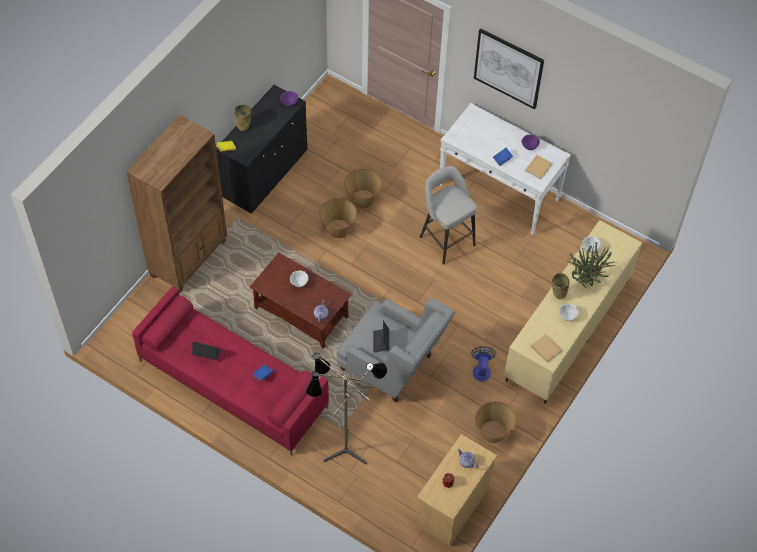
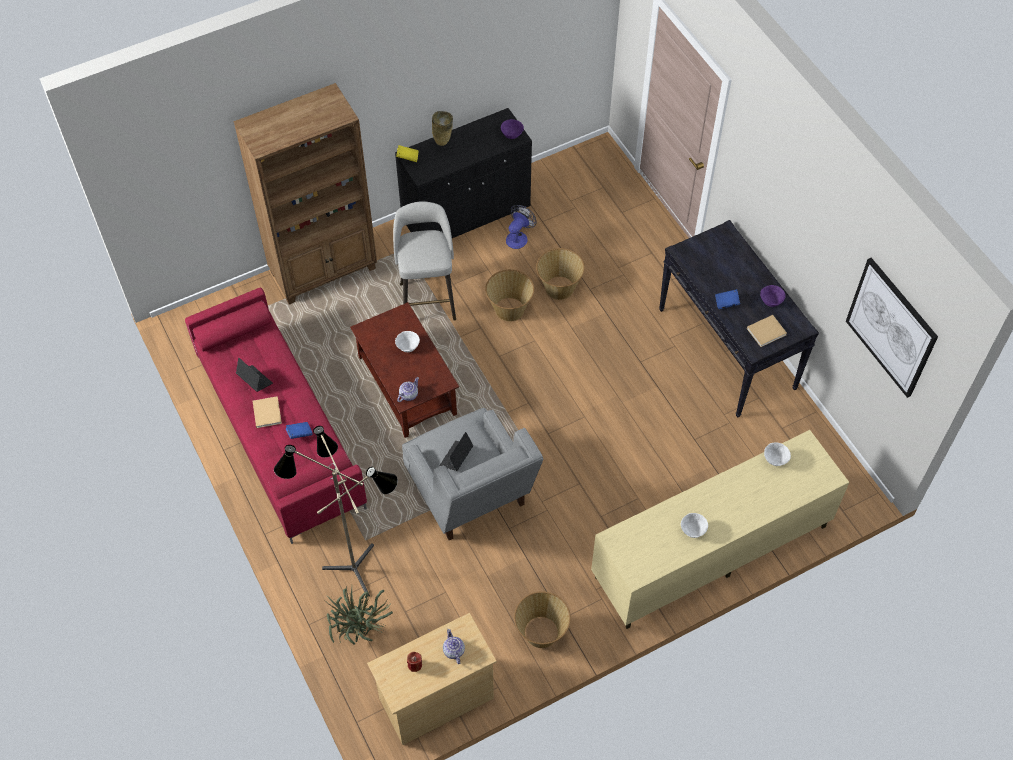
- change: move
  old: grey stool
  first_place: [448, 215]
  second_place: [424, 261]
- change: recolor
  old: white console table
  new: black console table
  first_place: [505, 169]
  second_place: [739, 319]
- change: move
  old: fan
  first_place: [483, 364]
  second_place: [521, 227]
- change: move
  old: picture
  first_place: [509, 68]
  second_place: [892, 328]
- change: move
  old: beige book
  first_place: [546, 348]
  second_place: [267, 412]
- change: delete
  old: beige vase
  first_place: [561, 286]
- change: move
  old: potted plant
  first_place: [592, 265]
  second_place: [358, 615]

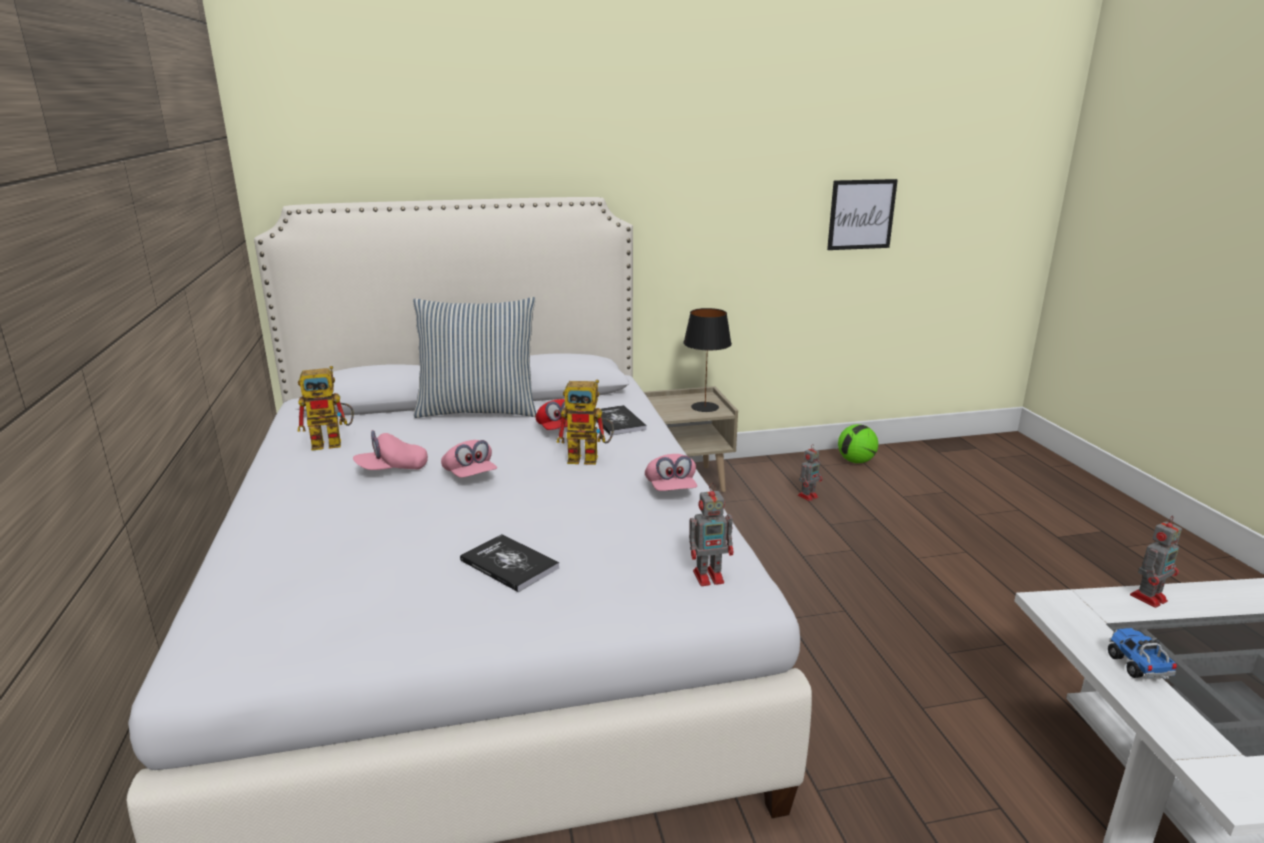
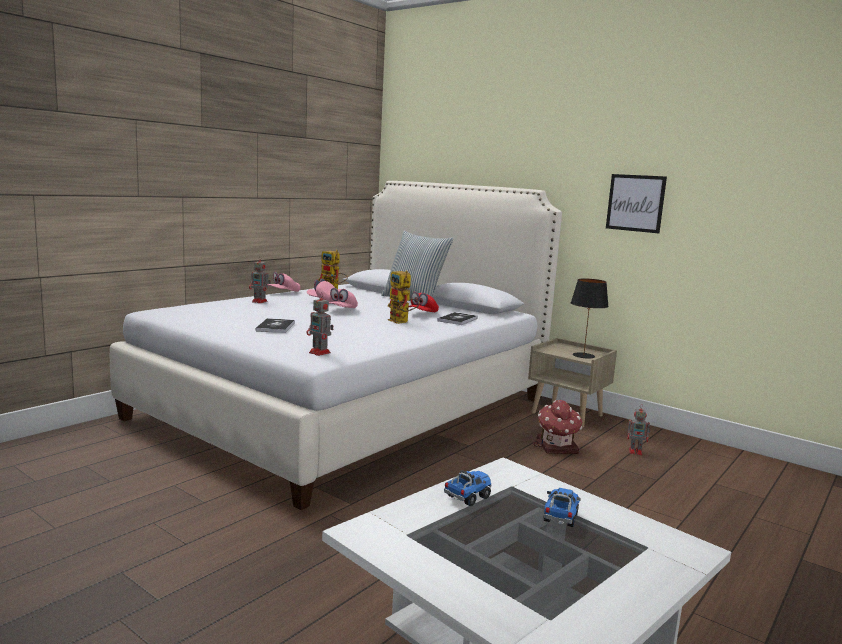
- change: move
  old: pink cap
  first_place: [671, 472]
  second_place: [284, 282]
- change: move
  old: picture
  first_place: [862, 214]
  second_place: [636, 203]
- change: delete
  old: football
  first_place: [858, 443]
- change: move
  old: toy robot
  first_place: [1156, 562]
  second_place: [260, 281]
- change: insert
  new: toy house
  second_place: [557, 427]
- change: insert
  new: toy truck
  second_place: [562, 507]

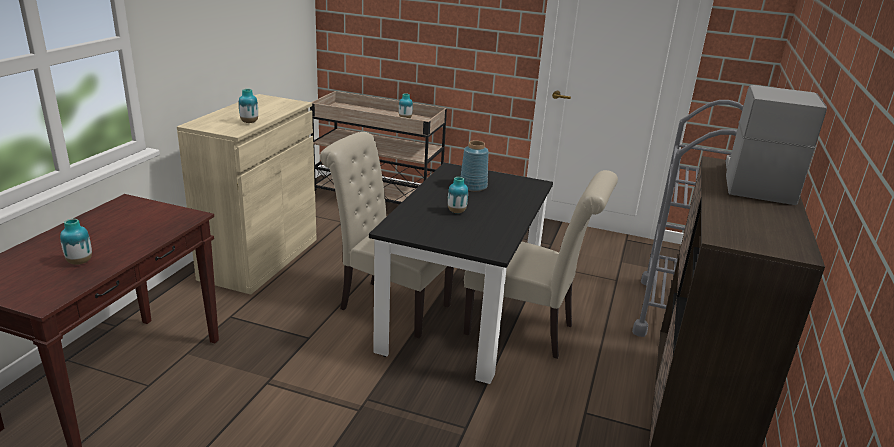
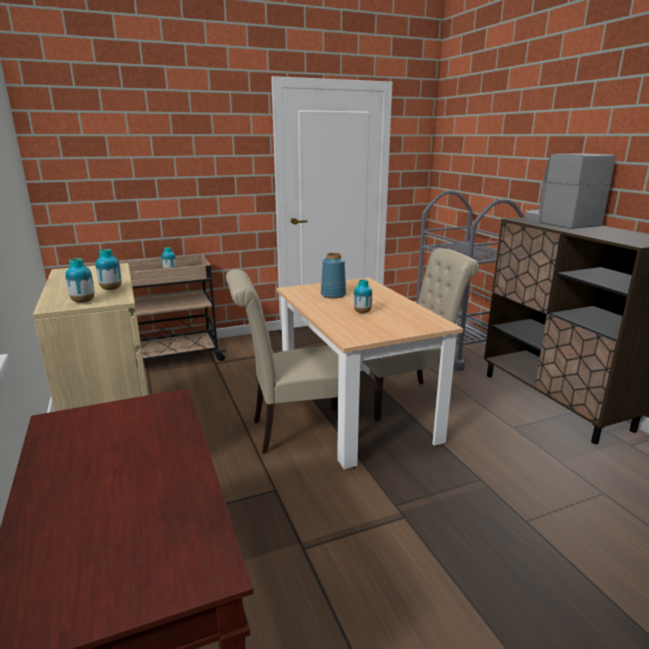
- change: move
  old: vase
  first_place: [76, 242]
  second_place: [80, 280]
- change: recolor
  old: black dining table
  new: beige dining table
  first_place: [461, 273]
  second_place: [369, 373]

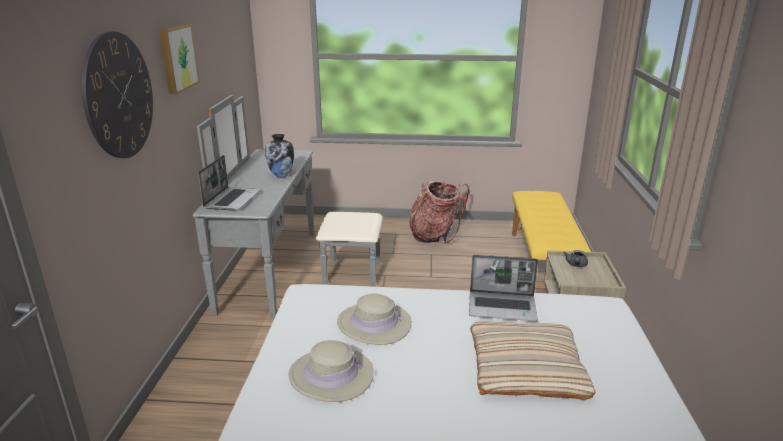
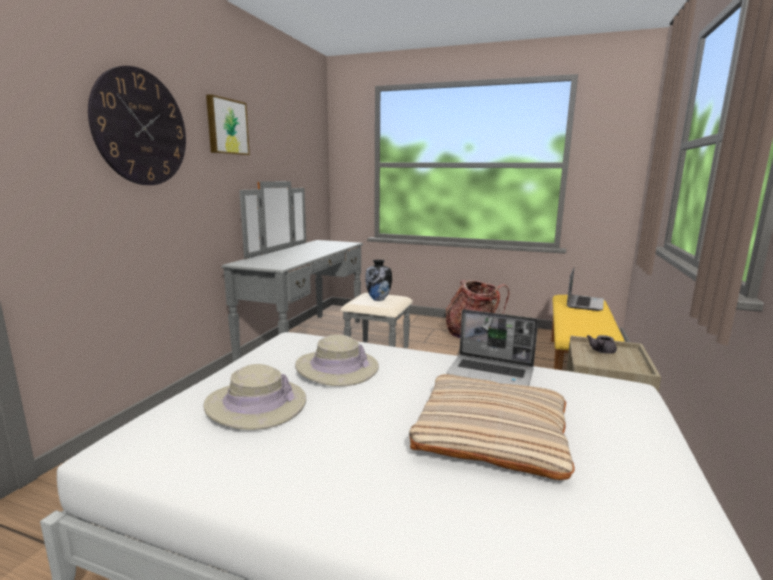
- change: move
  old: laptop
  first_place: [229, 183]
  second_place: [585, 289]
- change: move
  old: vase
  first_place: [279, 156]
  second_place: [378, 280]

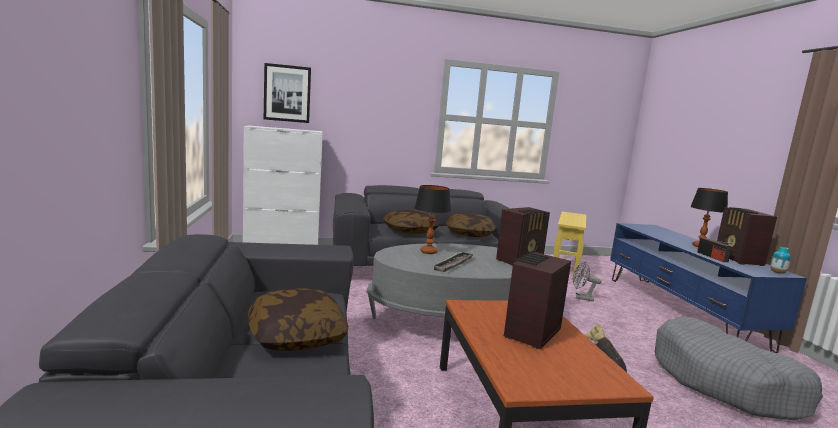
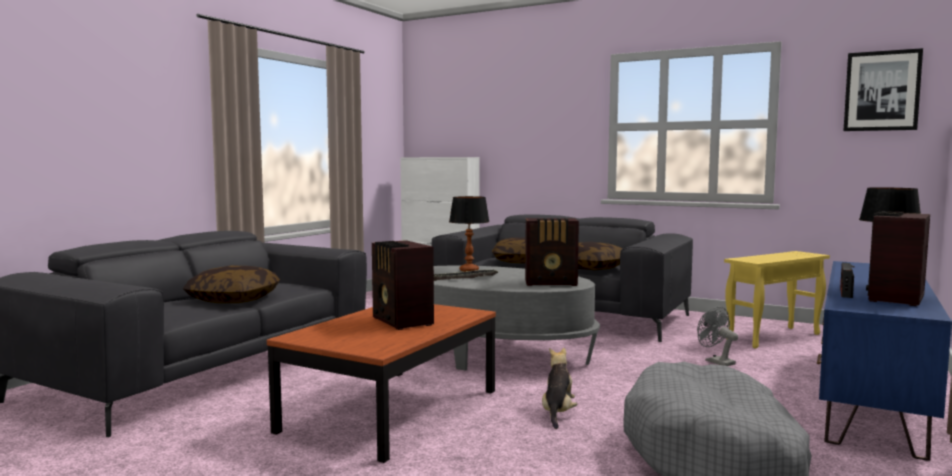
- change: move
  old: picture
  first_place: [287, 93]
  second_place: [883, 89]
- change: rotate
  old: radio
  first_place: [537, 300]
  second_place: [403, 285]
  degrees: -105
- change: delete
  old: vase
  first_place: [780, 260]

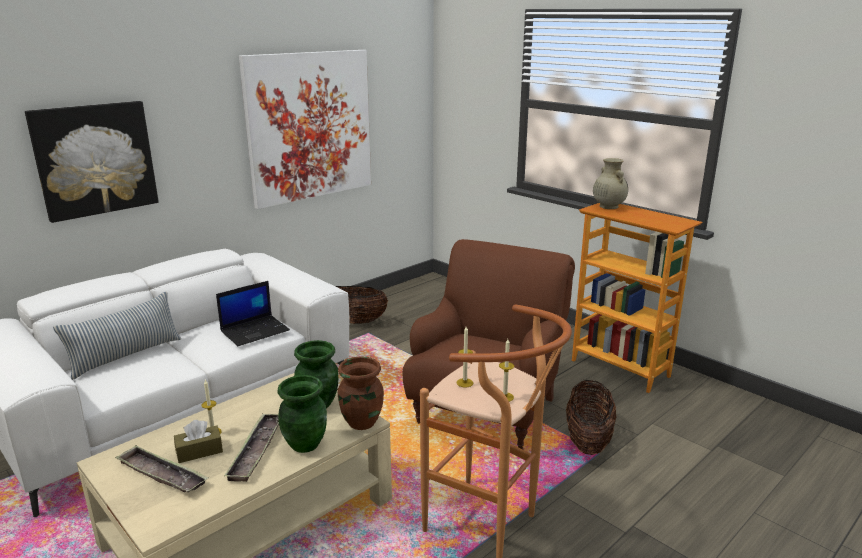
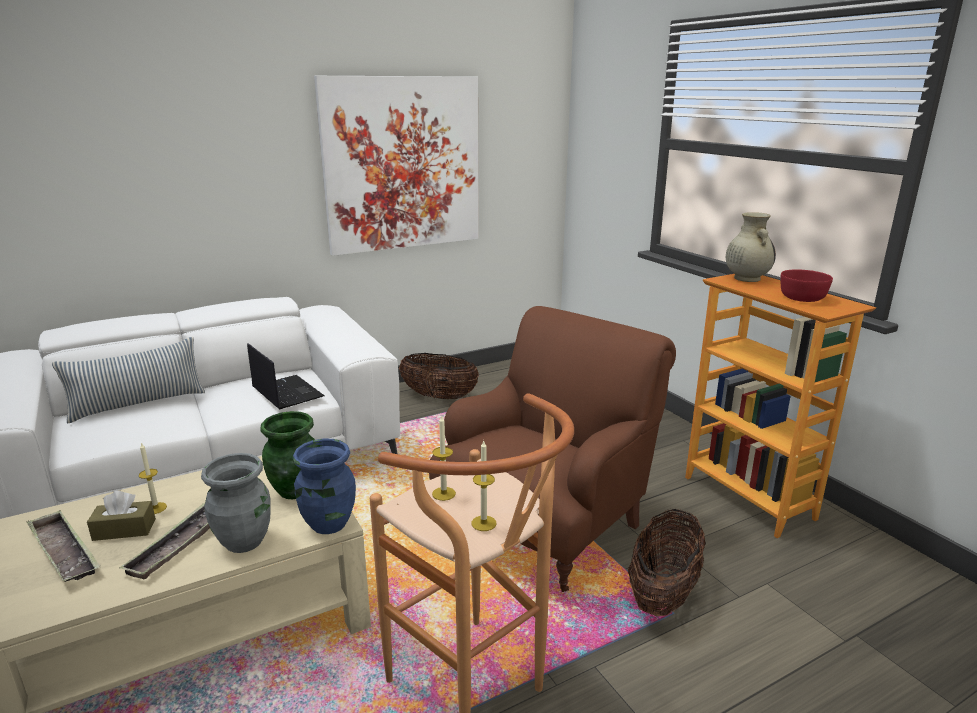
- change: delete
  old: picture
  first_place: [92, 162]
- change: rotate
  old: laptop
  first_place: [253, 313]
  second_place: [286, 376]
  degrees: -105
- change: recolor
  old: green vase
  new: grey vase
  first_place: [302, 414]
  second_place: [236, 503]
- change: recolor
  old: brown vase
  new: blue vase
  first_place: [360, 393]
  second_place: [324, 486]
- change: insert
  new: red bowl
  second_place: [807, 285]

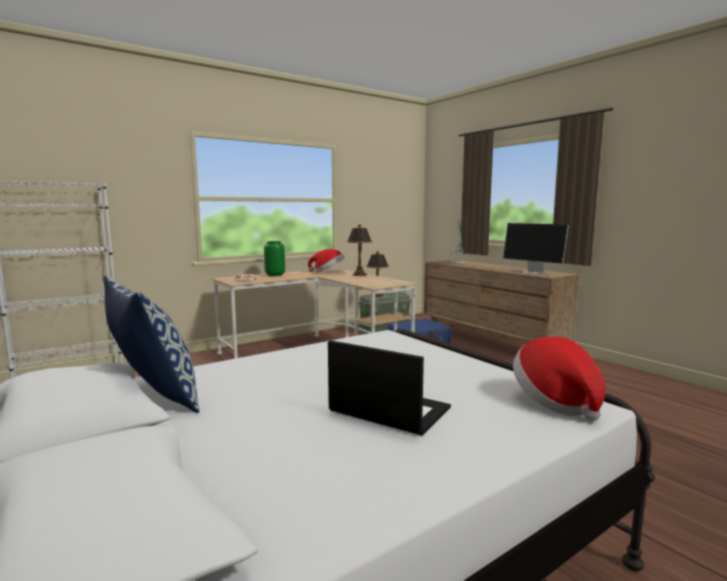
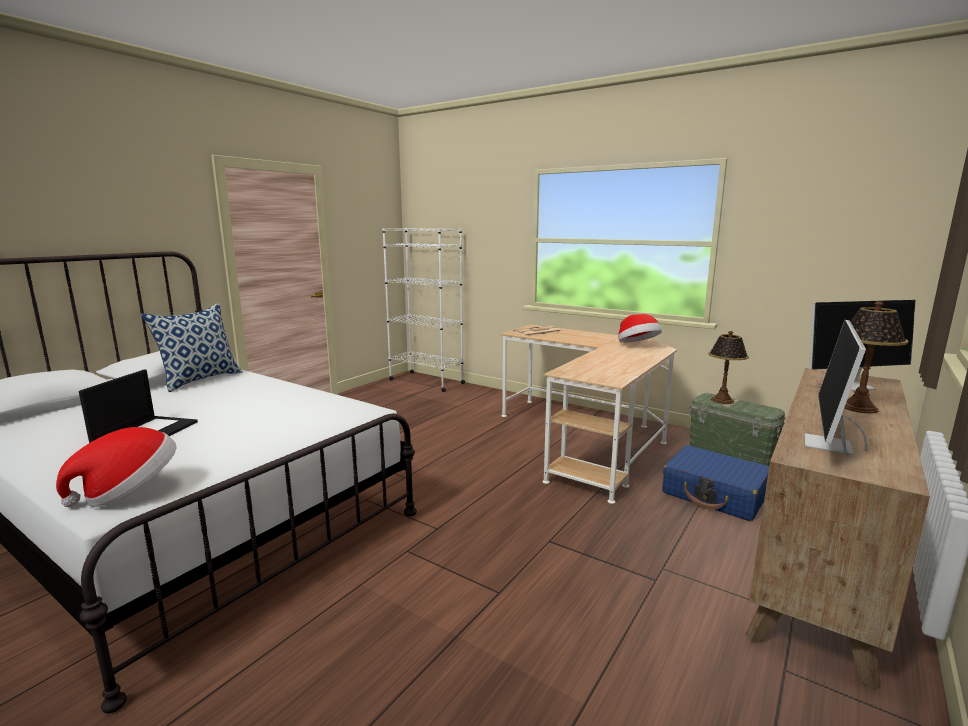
- change: delete
  old: green vase
  first_place: [274, 258]
- change: move
  old: table lamp
  first_place: [359, 250]
  second_place: [876, 357]

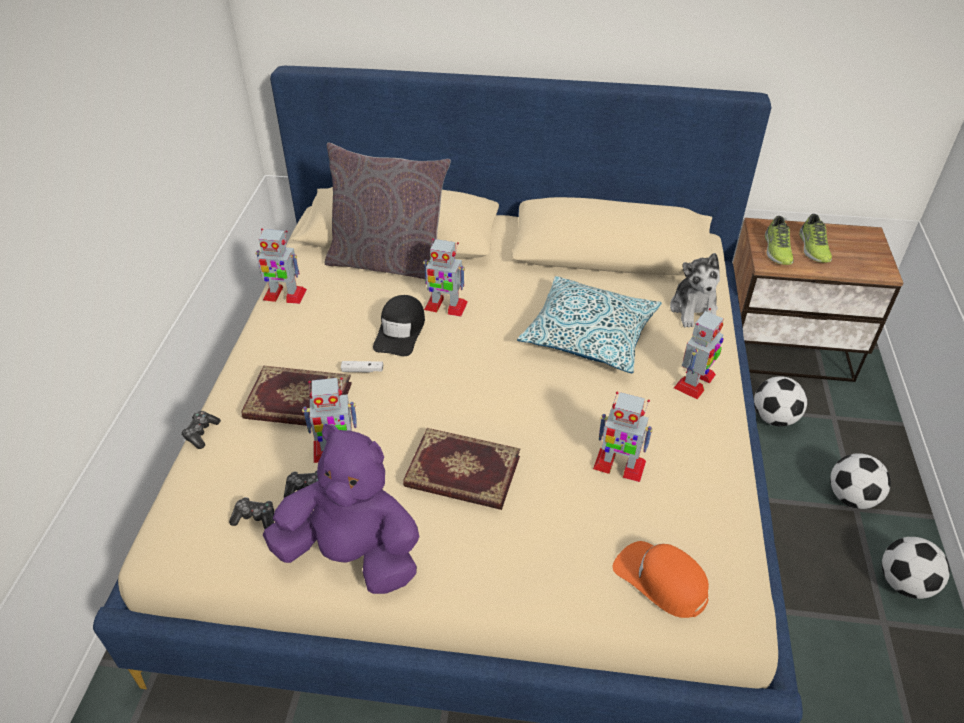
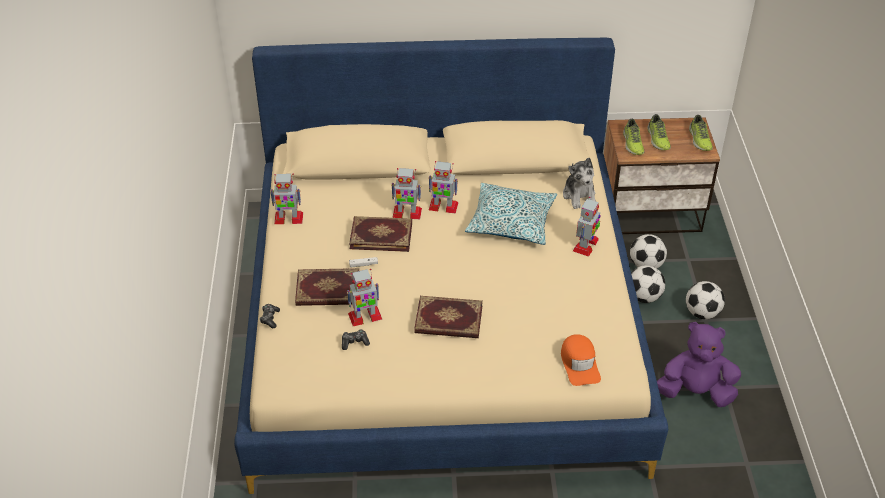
- change: delete
  old: game controller
  first_place: [251, 513]
- change: move
  old: purple plush toy
  first_place: [341, 509]
  second_place: [699, 364]
- change: delete
  old: grey pillow
  first_place: [387, 210]
- change: replace
  old: black cap
  new: book
  first_place: [399, 325]
  second_place: [380, 234]
- change: move
  old: toy robot
  first_place: [623, 437]
  second_place: [443, 187]
- change: rotate
  old: orange cap
  first_place: [661, 579]
  second_place: [581, 360]
  degrees: -135
- change: move
  old: football
  first_place: [916, 568]
  second_place: [648, 284]
- change: insert
  new: shoe
  second_place: [701, 133]

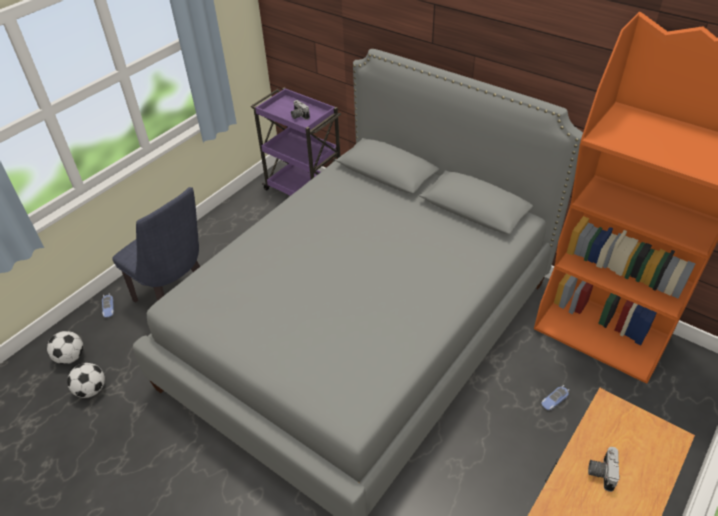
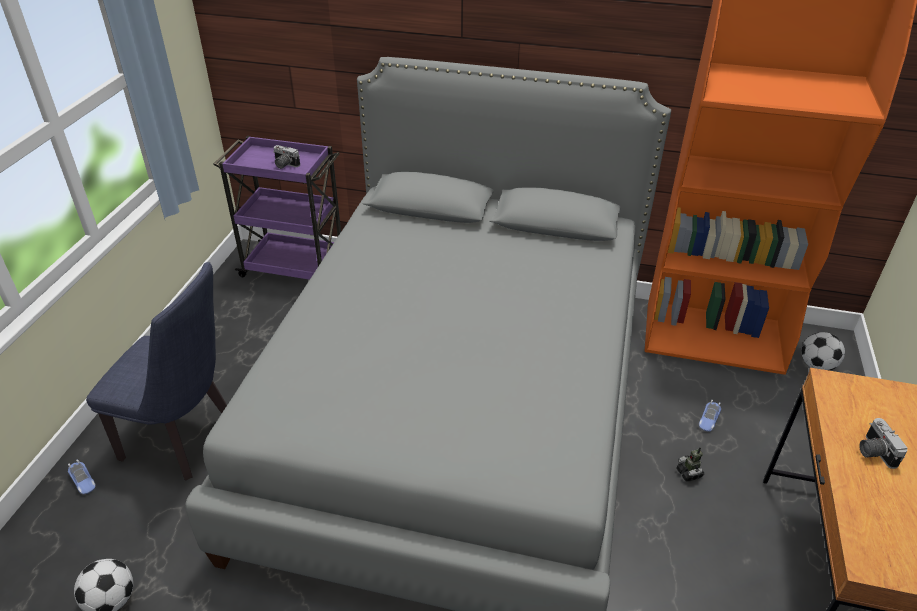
- change: move
  old: football
  first_place: [65, 347]
  second_place: [823, 351]
- change: insert
  new: toy robot
  second_place: [690, 464]

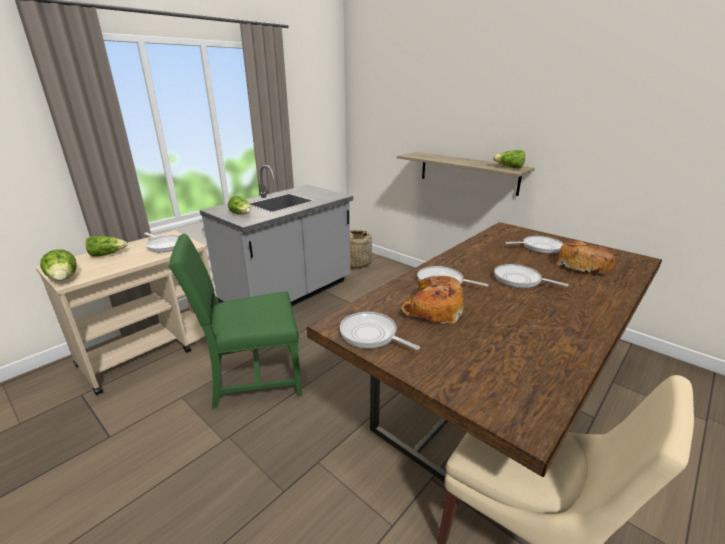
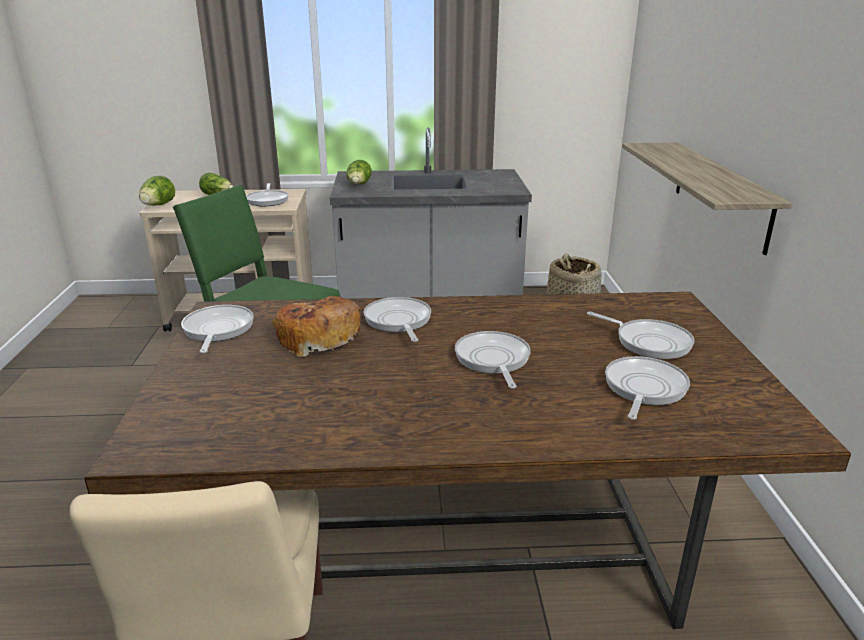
- change: delete
  old: lettuce
  first_place: [509, 159]
- change: replace
  old: bread
  new: frying pan
  first_place: [585, 258]
  second_place: [647, 388]

